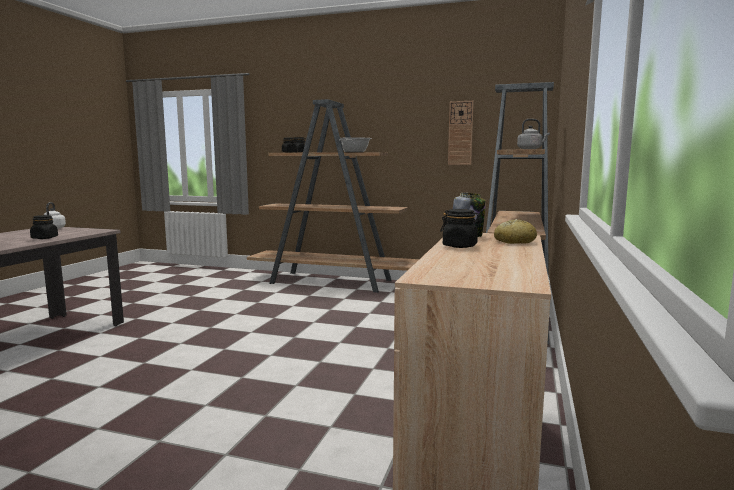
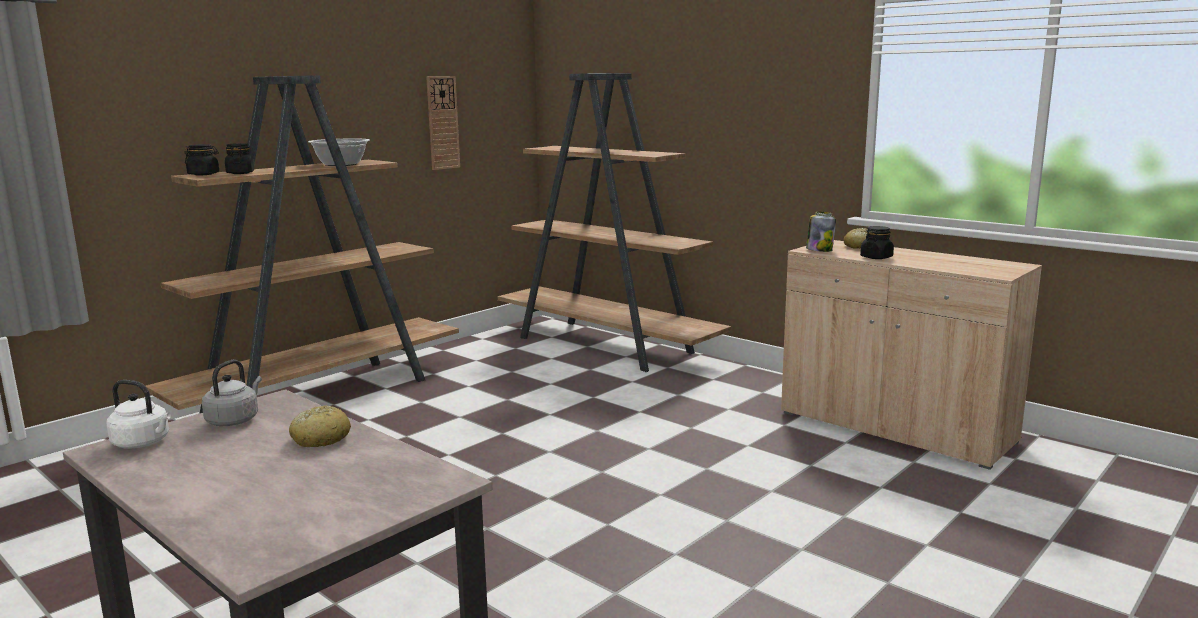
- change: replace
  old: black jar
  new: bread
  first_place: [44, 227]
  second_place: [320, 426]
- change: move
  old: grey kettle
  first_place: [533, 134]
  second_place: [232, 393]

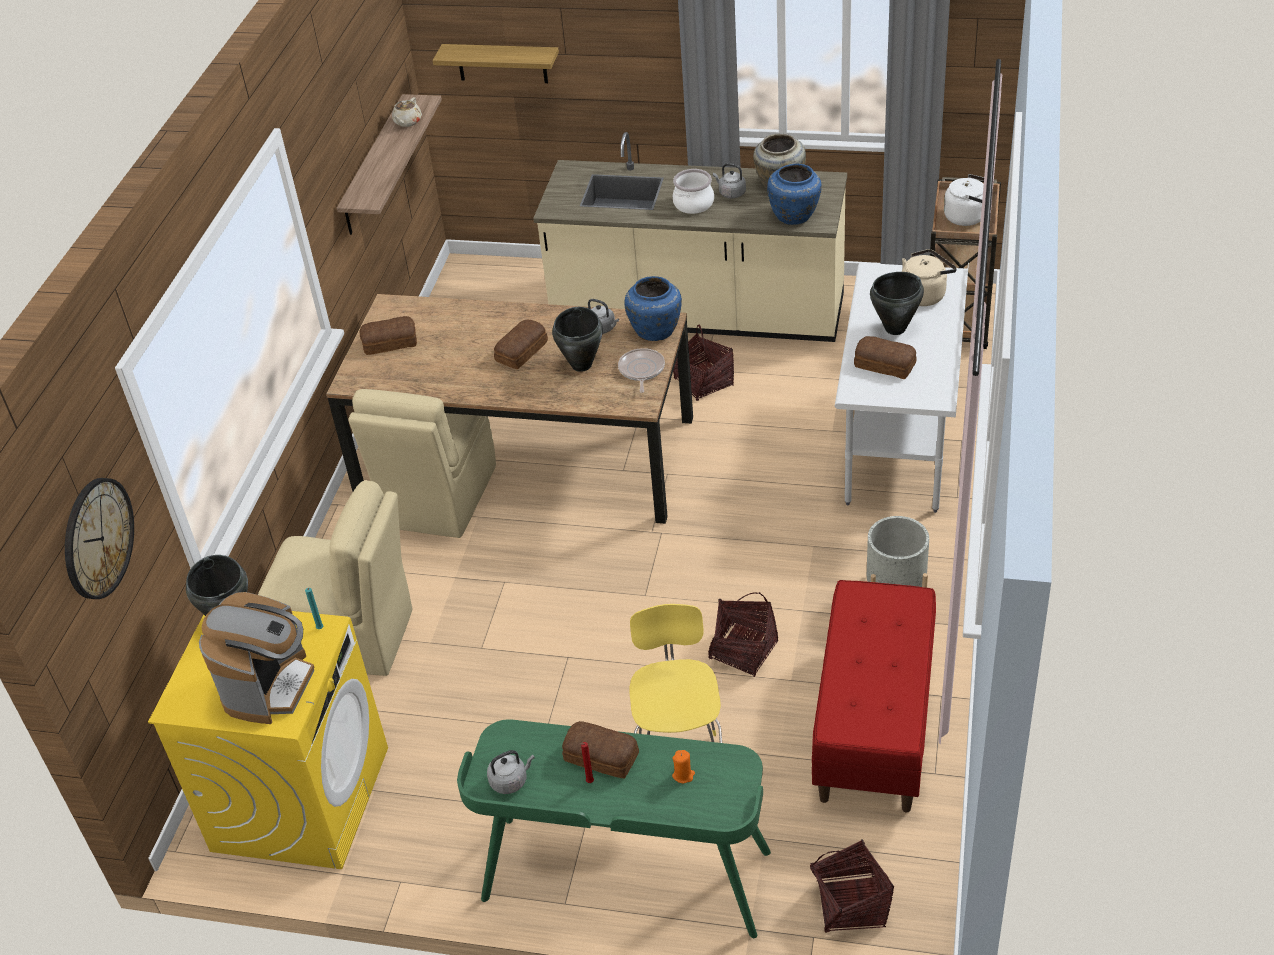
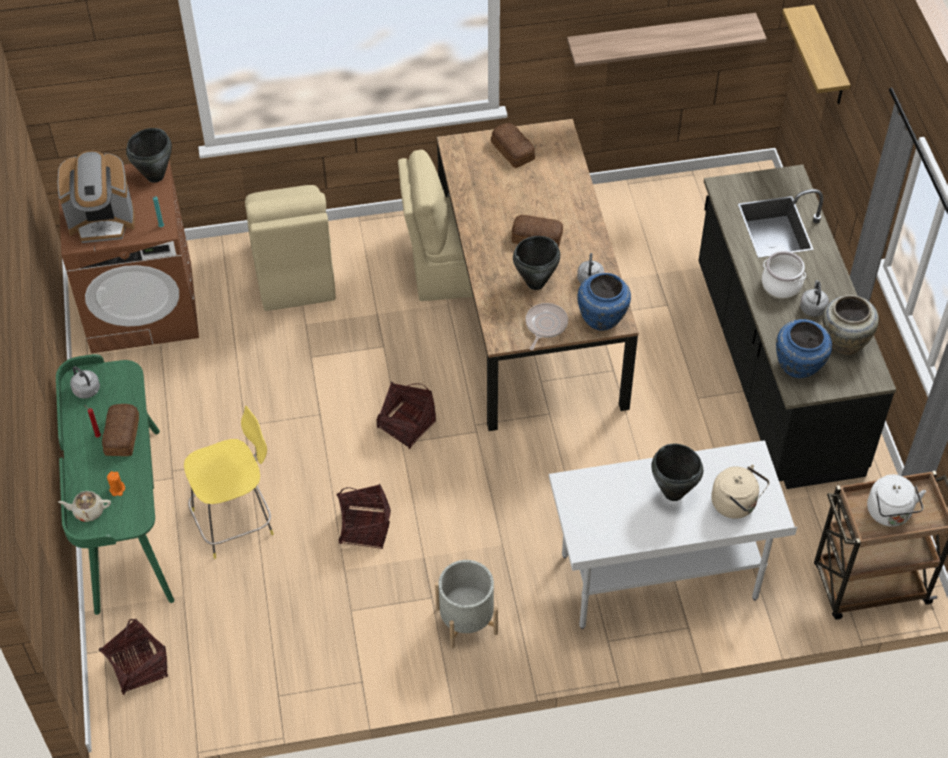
- change: delete
  old: wall clock
  first_place: [99, 538]
- change: recolor
  old: yellow washing machine
  new: brown washing machine
  first_place: [268, 740]
  second_place: [129, 256]
- change: move
  old: beige teapot
  first_place: [407, 112]
  second_place: [84, 506]
- change: recolor
  old: beige counter
  new: black counter
  first_place: [690, 237]
  second_place: [797, 327]
- change: rotate
  old: frying pan
  first_place: [641, 370]
  second_place: [546, 326]
  degrees: -45
- change: move
  old: basket
  first_place: [703, 363]
  second_place: [406, 415]
- change: delete
  old: red bench
  first_place: [874, 696]
- change: delete
  old: bread
  first_place: [885, 357]

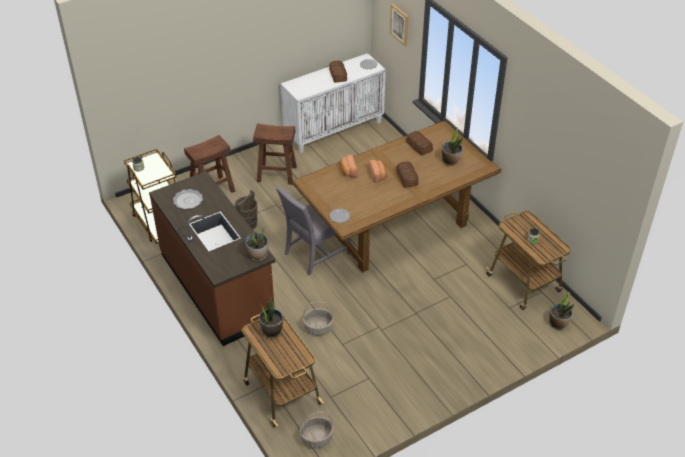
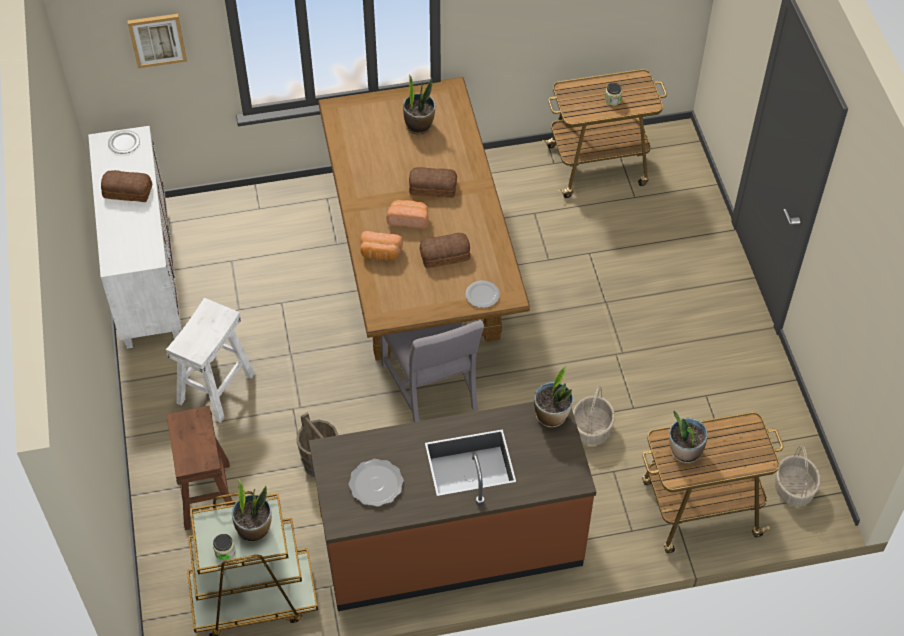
- change: recolor
  old: brown stool
  new: white stool
  first_place: [275, 154]
  second_place: [210, 360]
- change: move
  old: bread
  first_place: [419, 143]
  second_place: [444, 250]
- change: move
  old: potted plant
  first_place: [561, 311]
  second_place: [252, 510]

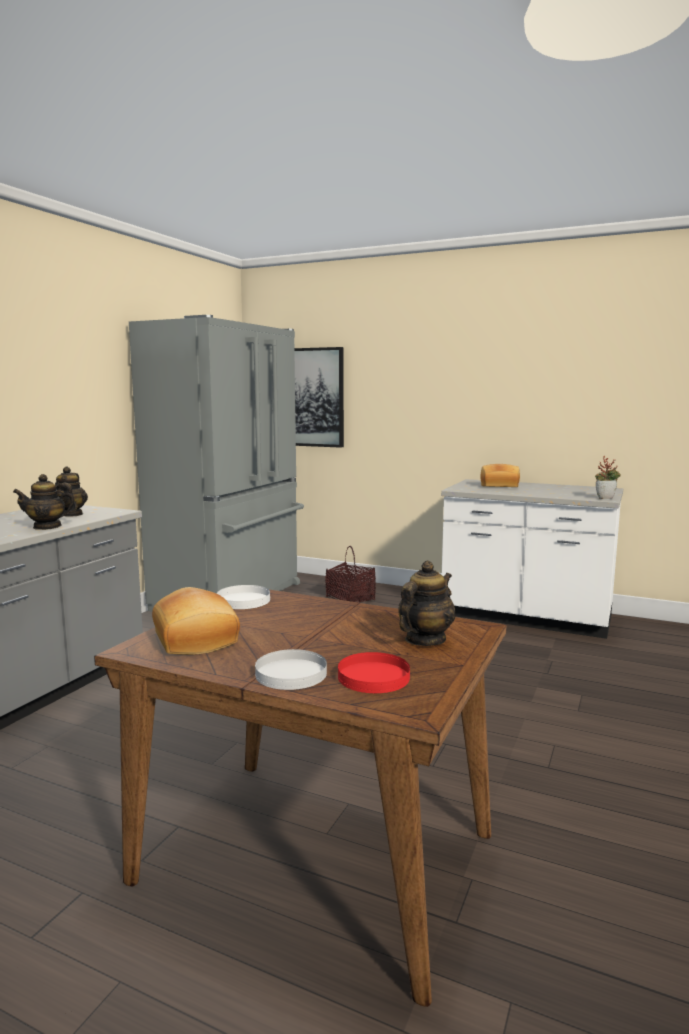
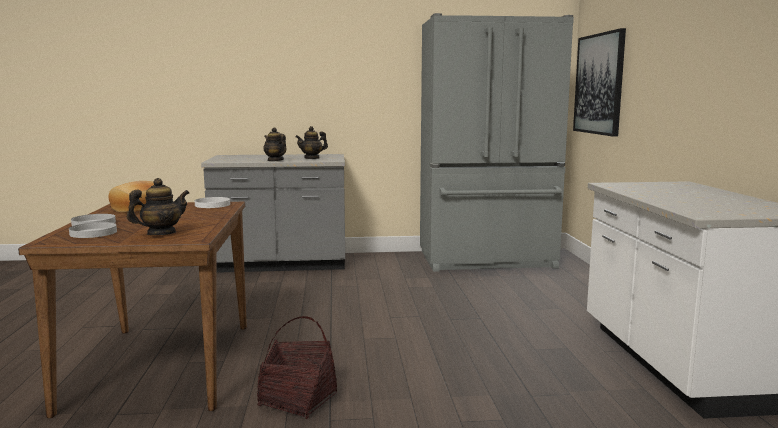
- change: move
  old: basket
  first_place: [351, 574]
  second_place: [297, 367]
- change: recolor
  old: red plate
  new: white plate
  first_place: [374, 672]
  second_place: [93, 230]
- change: rotate
  old: teapot
  first_place: [427, 603]
  second_place: [158, 206]
  degrees: -45
- change: delete
  old: bread
  first_place: [500, 475]
- change: delete
  old: potted plant
  first_place: [608, 477]

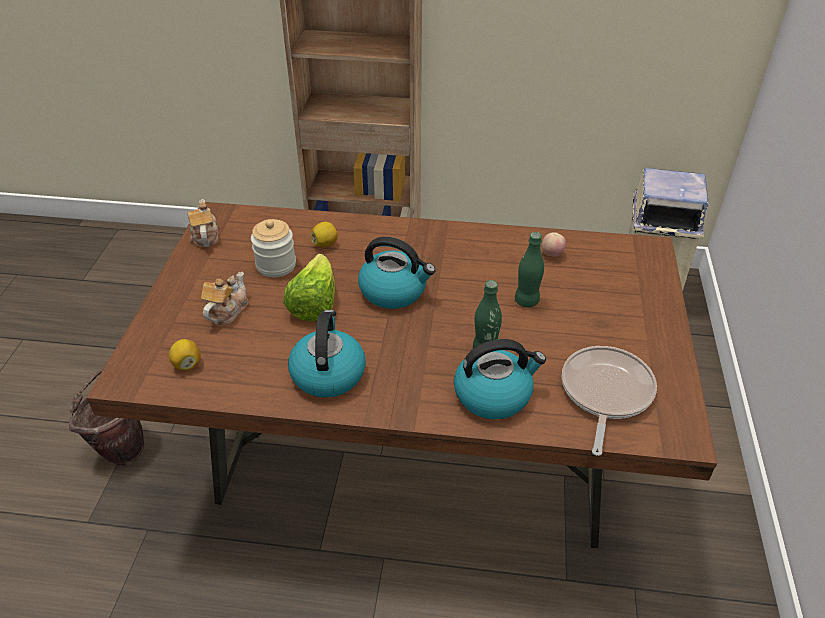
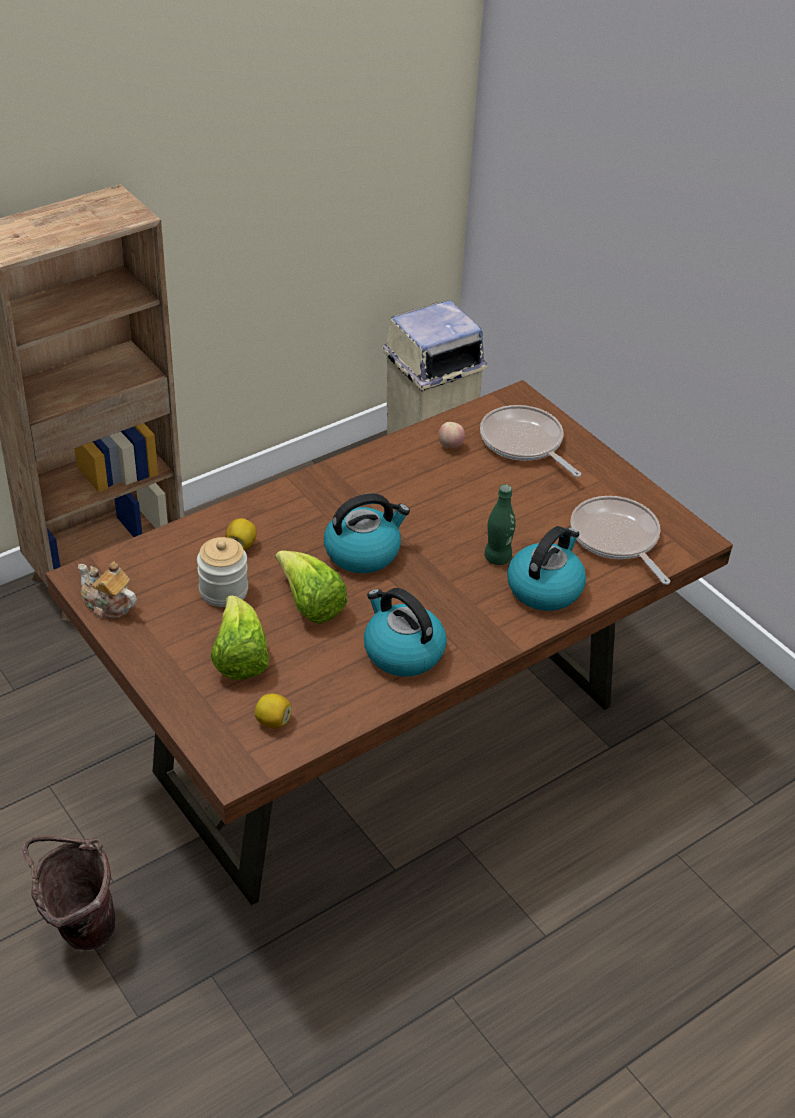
- change: replace
  old: teapot
  new: lettuce
  first_place: [224, 298]
  second_place: [240, 637]
- change: delete
  old: green bottle
  first_place: [529, 269]
- change: insert
  new: frying pan
  second_place: [530, 441]

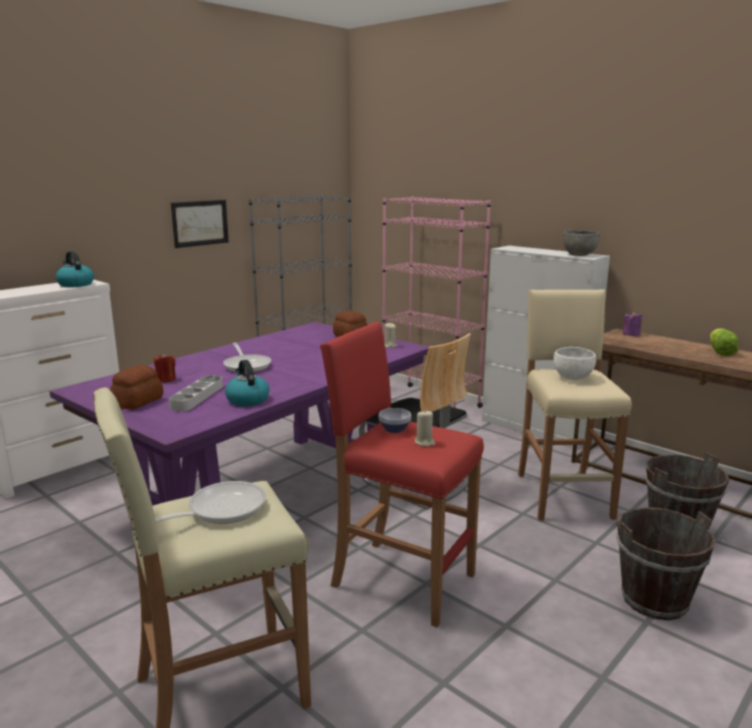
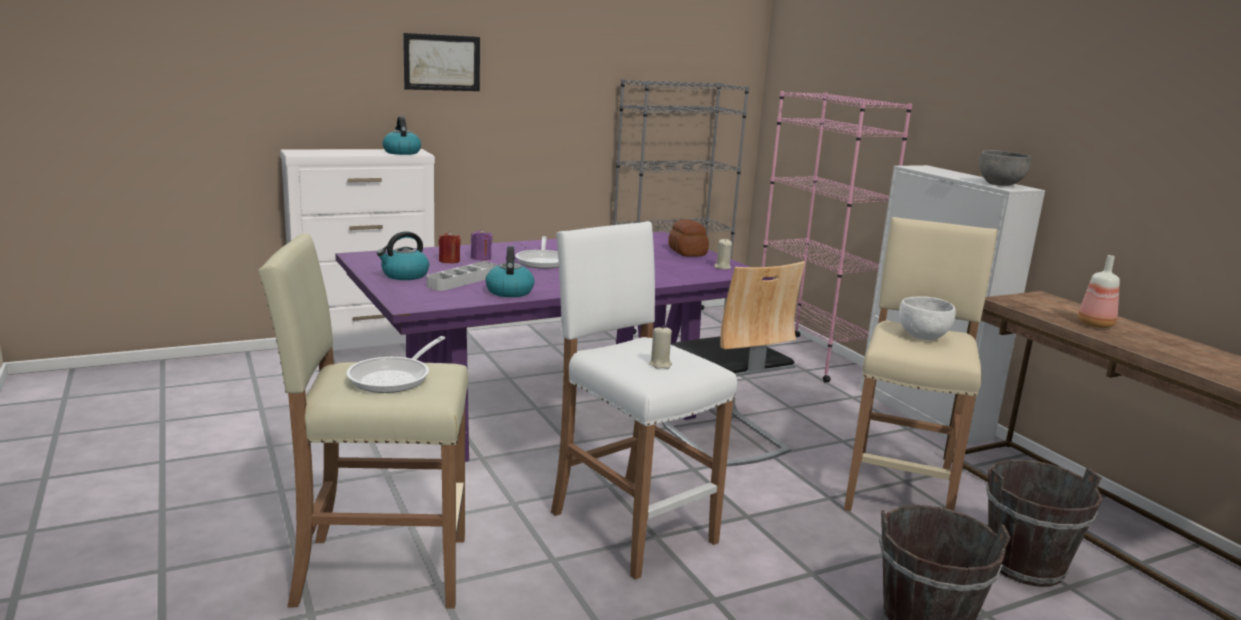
- change: replace
  old: bread
  new: kettle
  first_place: [136, 387]
  second_place: [403, 255]
- change: rotate
  old: frying pan
  first_place: [210, 502]
  second_place: [396, 364]
  degrees: 135
- change: move
  old: picture
  first_place: [200, 224]
  second_place: [441, 62]
- change: recolor
  old: red stool
  new: white stool
  first_place: [402, 474]
  second_place: [644, 400]
- change: delete
  old: bowl
  first_place: [395, 420]
- change: move
  old: purple candle
  first_place: [632, 323]
  second_place: [481, 244]
- change: delete
  old: lettuce
  first_place: [724, 342]
- change: insert
  new: bottle
  second_place: [1099, 291]

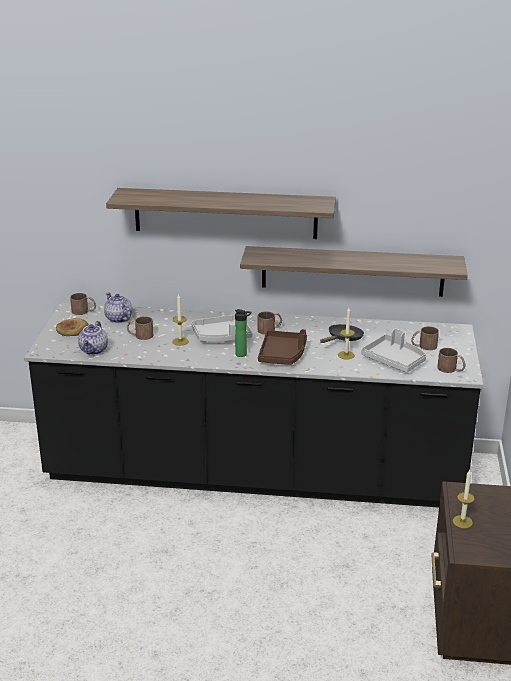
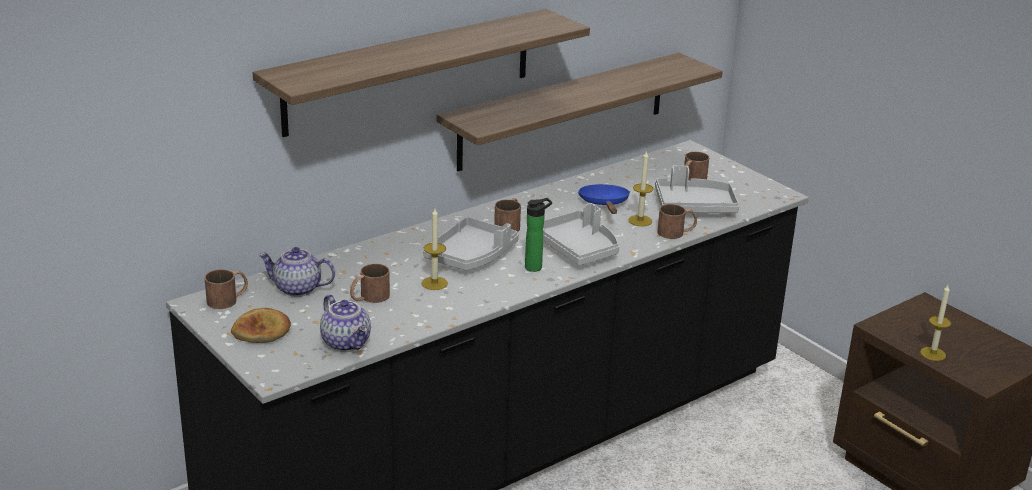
- change: recolor
  old: brown tray
  new: grey tray
  first_place: [282, 347]
  second_place: [581, 234]
- change: recolor
  old: black frying pan
  new: blue frying pan
  first_place: [342, 333]
  second_place: [604, 199]
- change: move
  old: brown mug
  first_place: [451, 360]
  second_place: [677, 221]

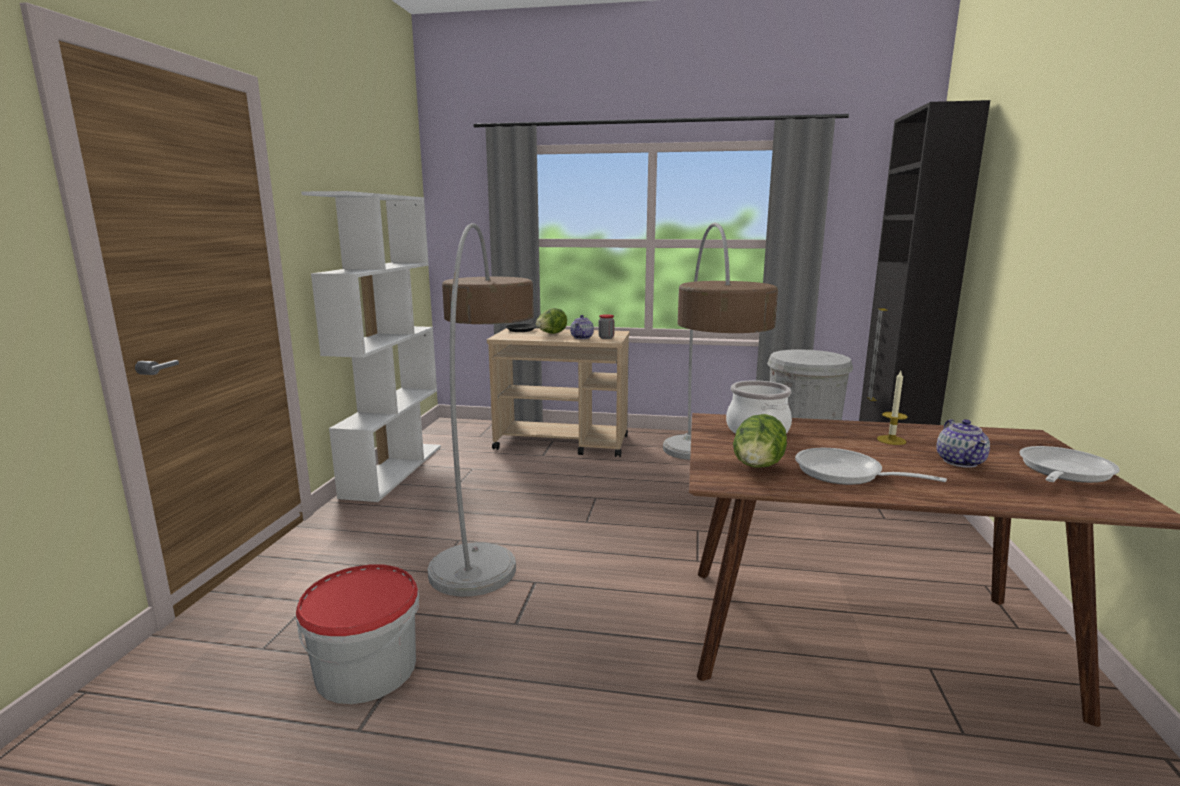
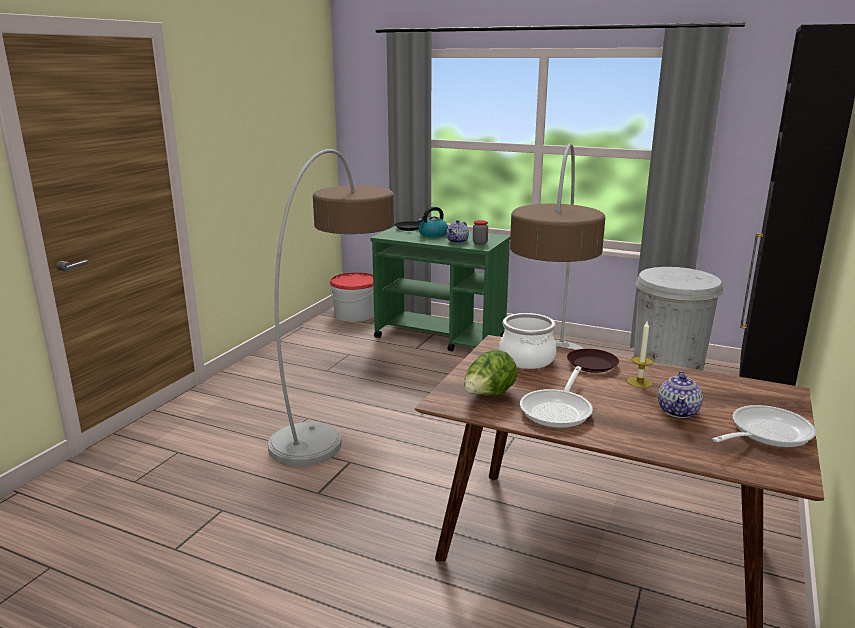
- change: move
  old: bucket
  first_place: [357, 634]
  second_place: [352, 297]
- change: delete
  old: white bookcase
  first_place: [371, 346]
- change: recolor
  old: beige cart
  new: green cart
  first_place: [558, 392]
  second_place: [440, 289]
- change: replace
  old: lettuce
  new: kettle
  first_place: [551, 321]
  second_place: [432, 222]
- change: rotate
  old: frying pan
  first_place: [871, 466]
  second_place: [556, 397]
  degrees: -120
- change: insert
  new: brown plate
  second_place: [593, 361]

